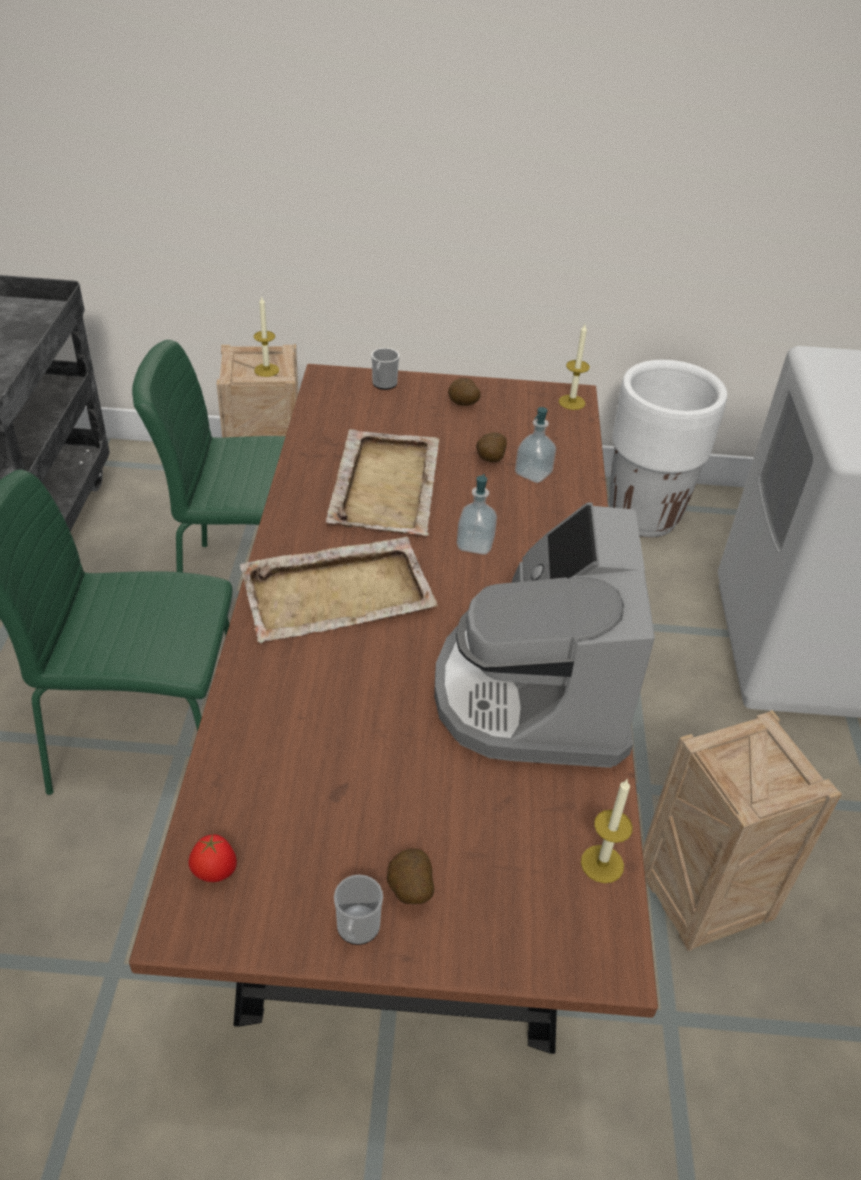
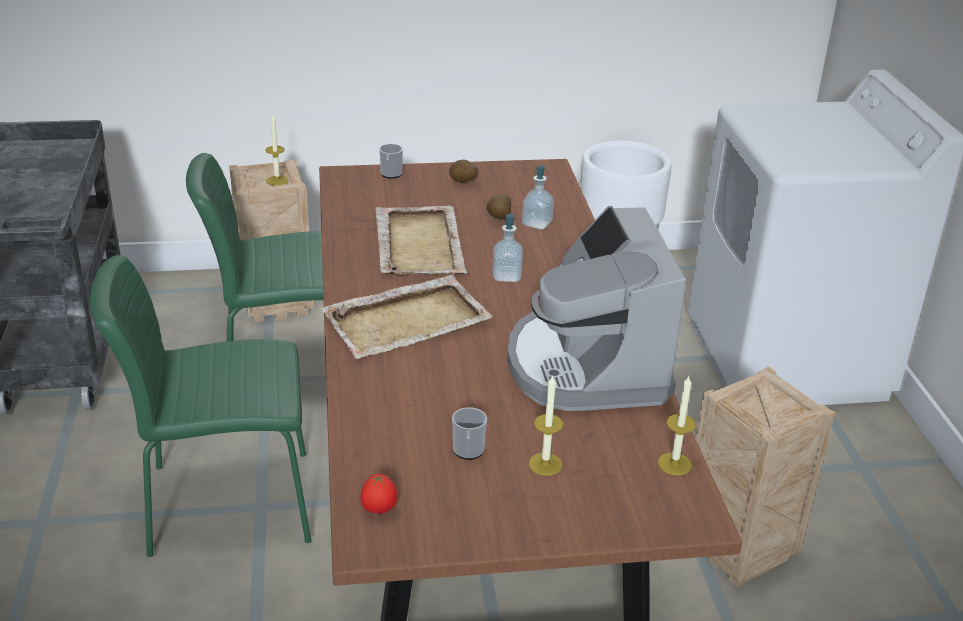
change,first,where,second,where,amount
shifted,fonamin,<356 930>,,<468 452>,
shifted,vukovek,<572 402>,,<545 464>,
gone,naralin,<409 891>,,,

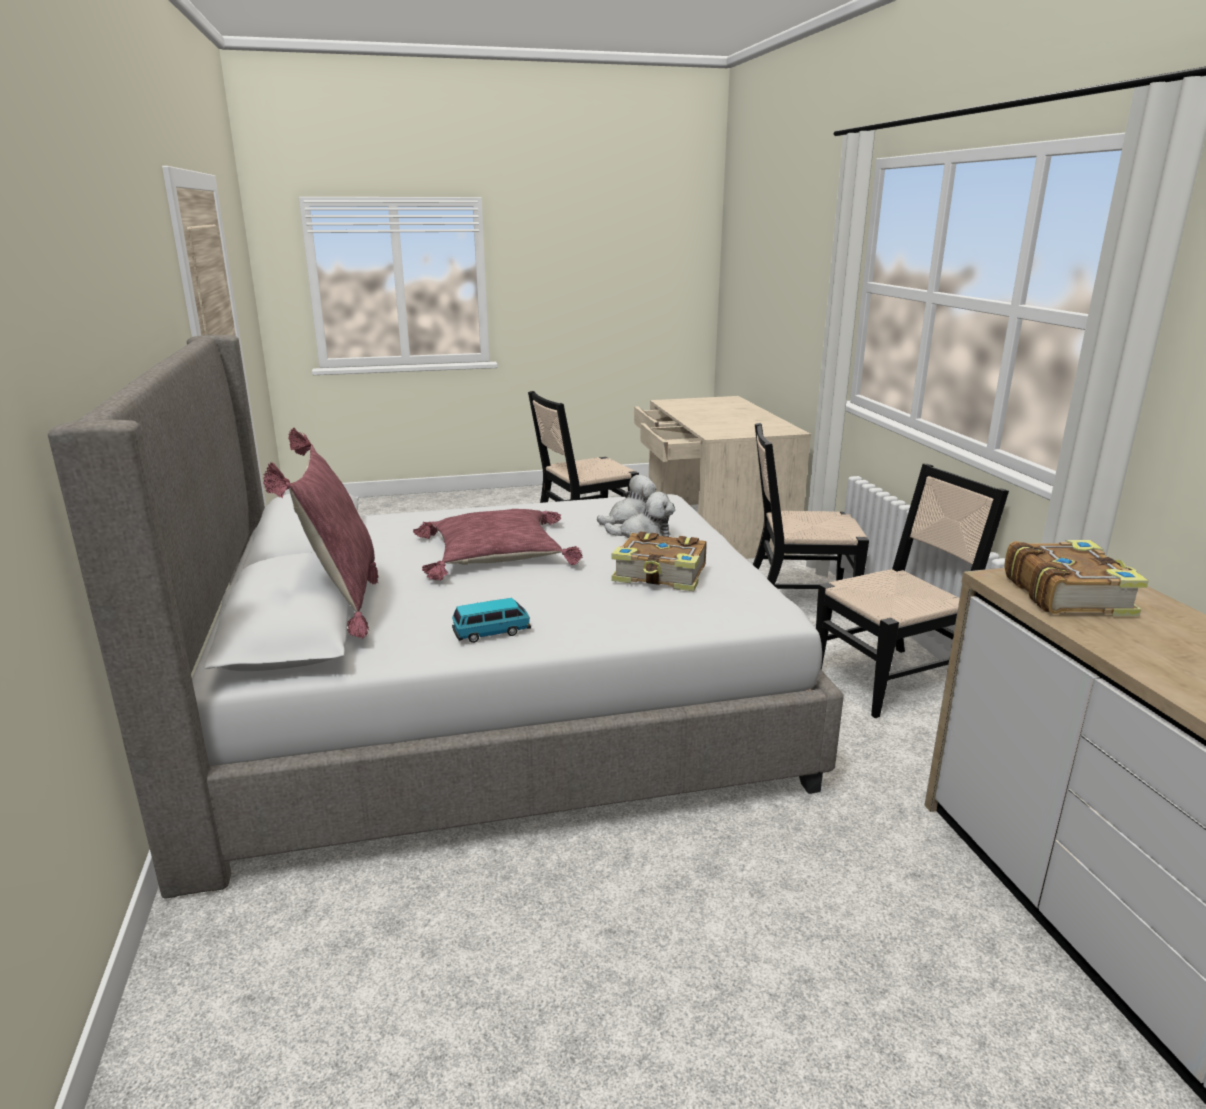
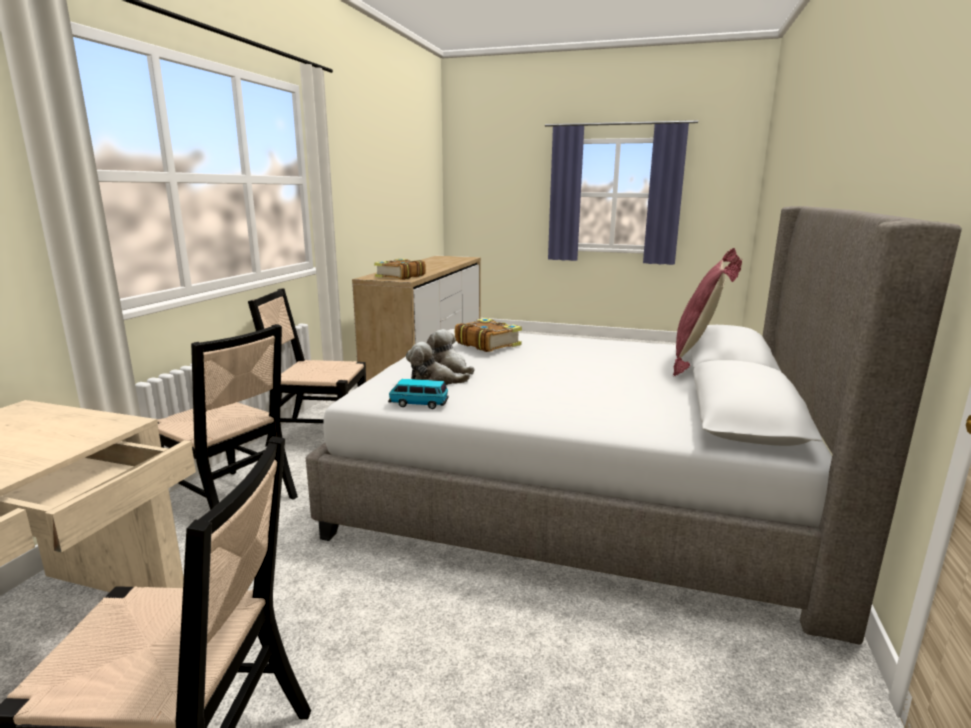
change,first,where,second,where,amount
shifted,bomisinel,<492 633>,,<418 404>,
gone,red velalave,<497 551>,,,

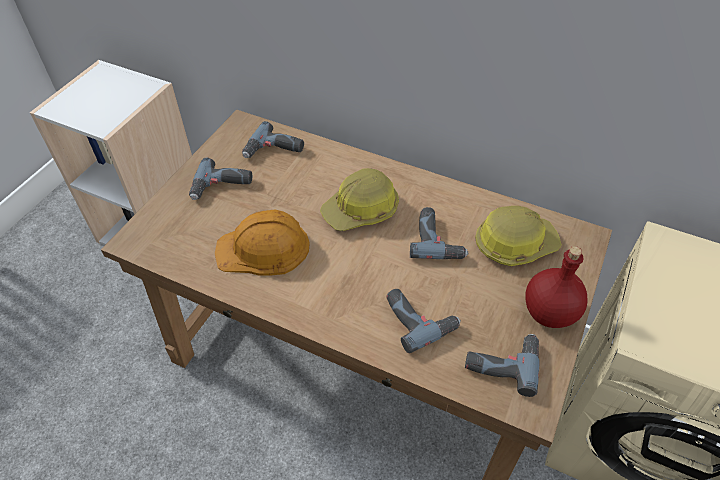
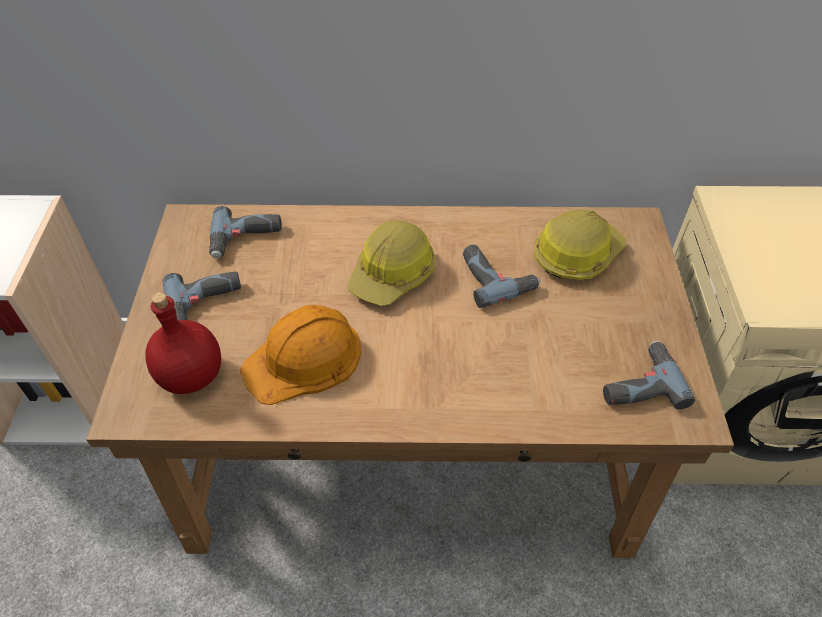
change,first,where,second,where,amount
shifted,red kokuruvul,<548 313>,,<190 376>,
gone,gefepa,<419 318>,,,

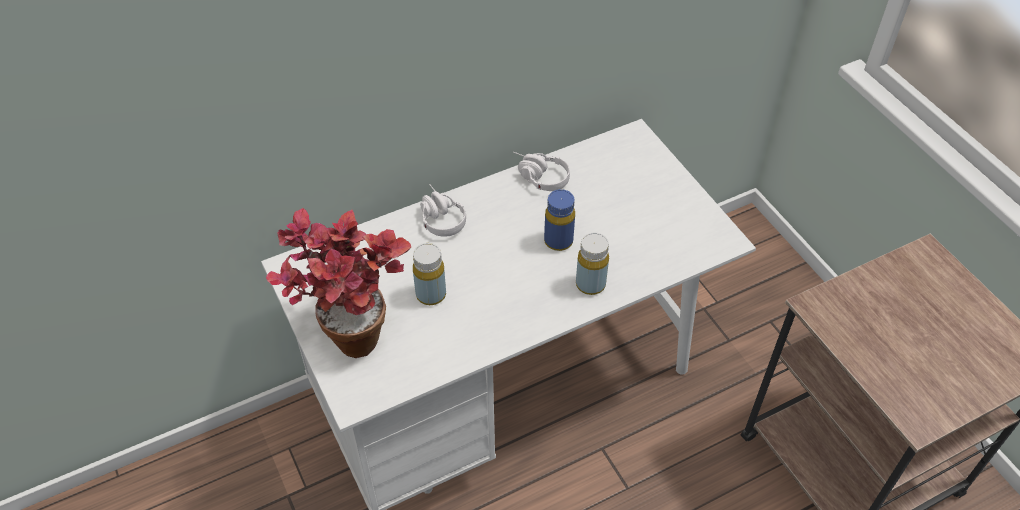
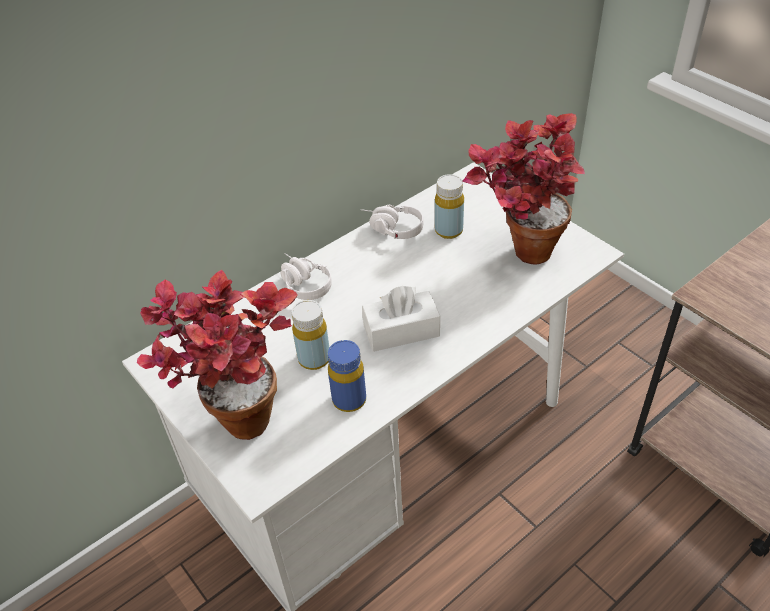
change,first,where,second,where,amount
shifted,blue kokuruvul,<558 241>,,<349 400>,
new,,,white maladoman,<401 331>,
shifted,yellow kokuruvul,<590 284>,,<448 230>,
new,,,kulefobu,<517 251>,

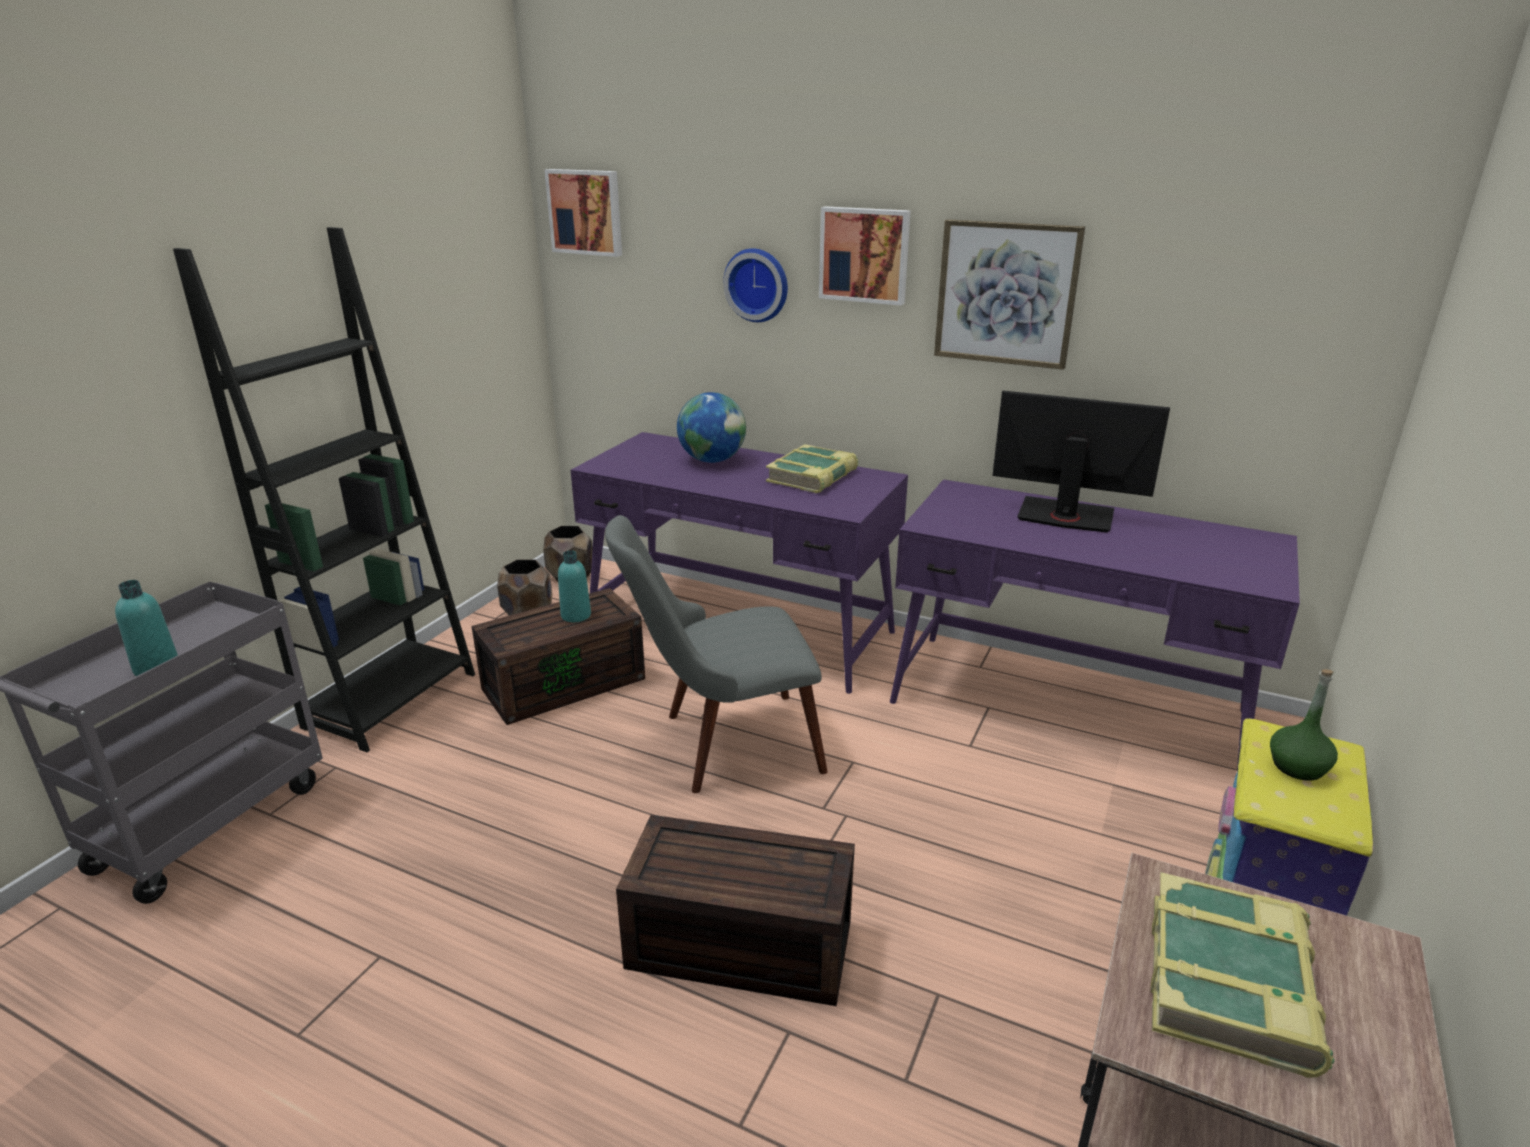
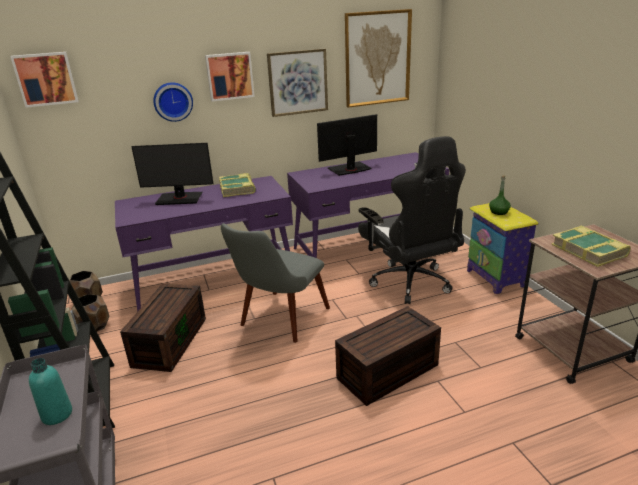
change,first,where,second,where,amount
swapped,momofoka,<712 460>,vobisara,<179 198>,
new,,,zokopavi,<377 58>,
new,,,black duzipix,<407 280>,
gone,turquoise kokuruvul,<576 615>,,,

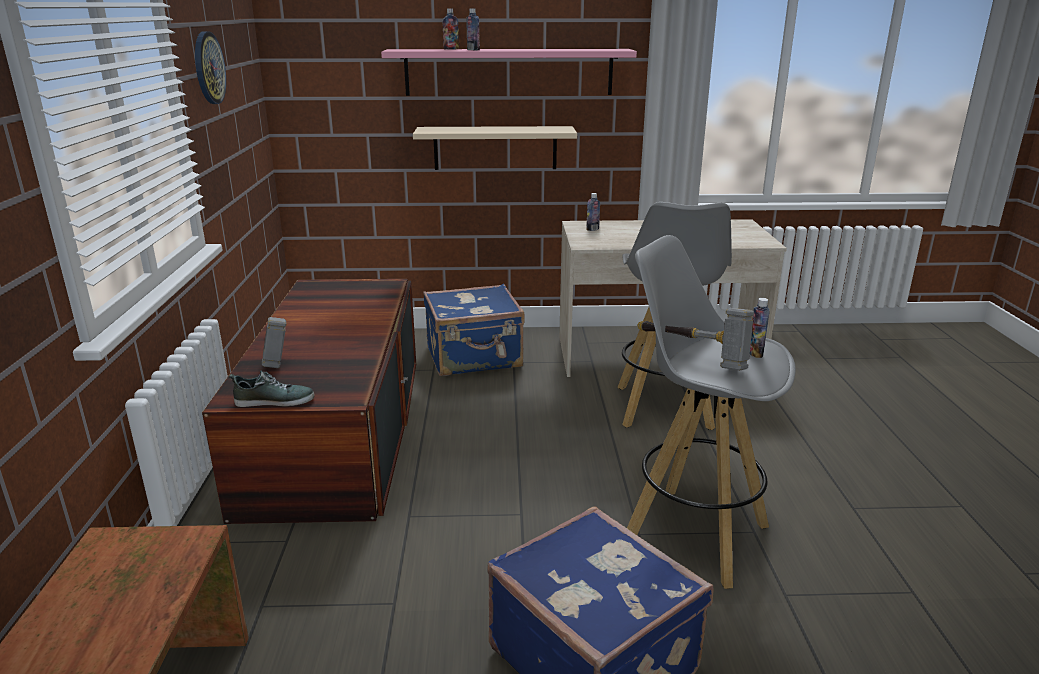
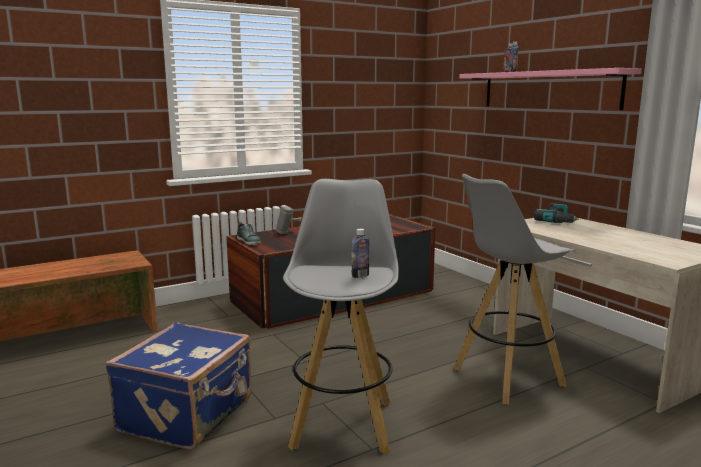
change,first,where,second,where,amount
swapped,kokuruvul,<592 229>,gefepa,<557 221>,
gone,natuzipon,<208 68>,,,
gone,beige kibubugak,<495 148>,,,
gone,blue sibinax,<474 358>,,,
gone,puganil,<693 356>,,,

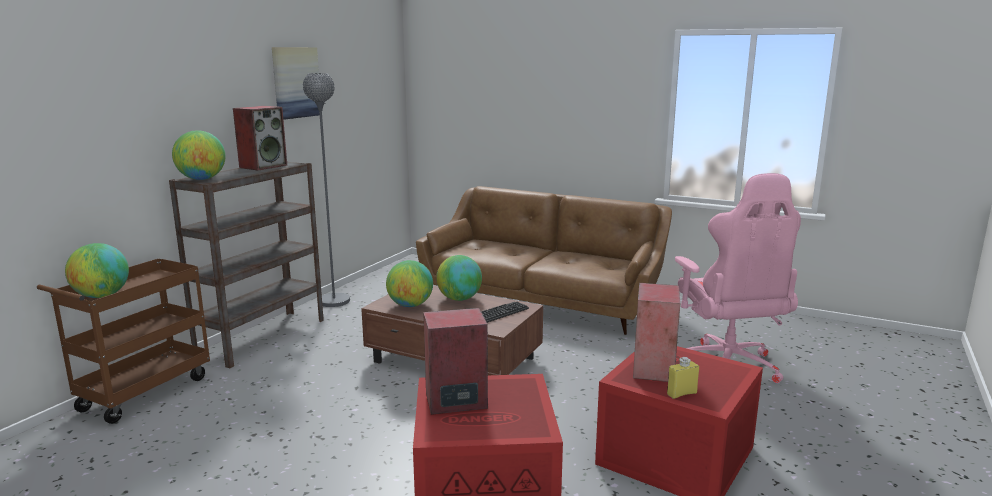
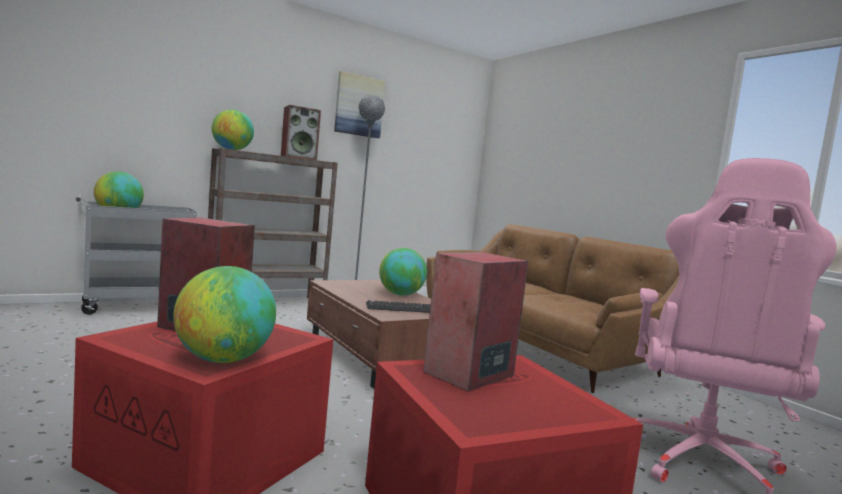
change,first,where,second,where,amount
repainted,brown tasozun,<142 395>,grey tasozun,<133 307>,
shifted,momofoka,<410 305>,,<223 360>,
gone,yellow kokuruvul,<681 394>,,,

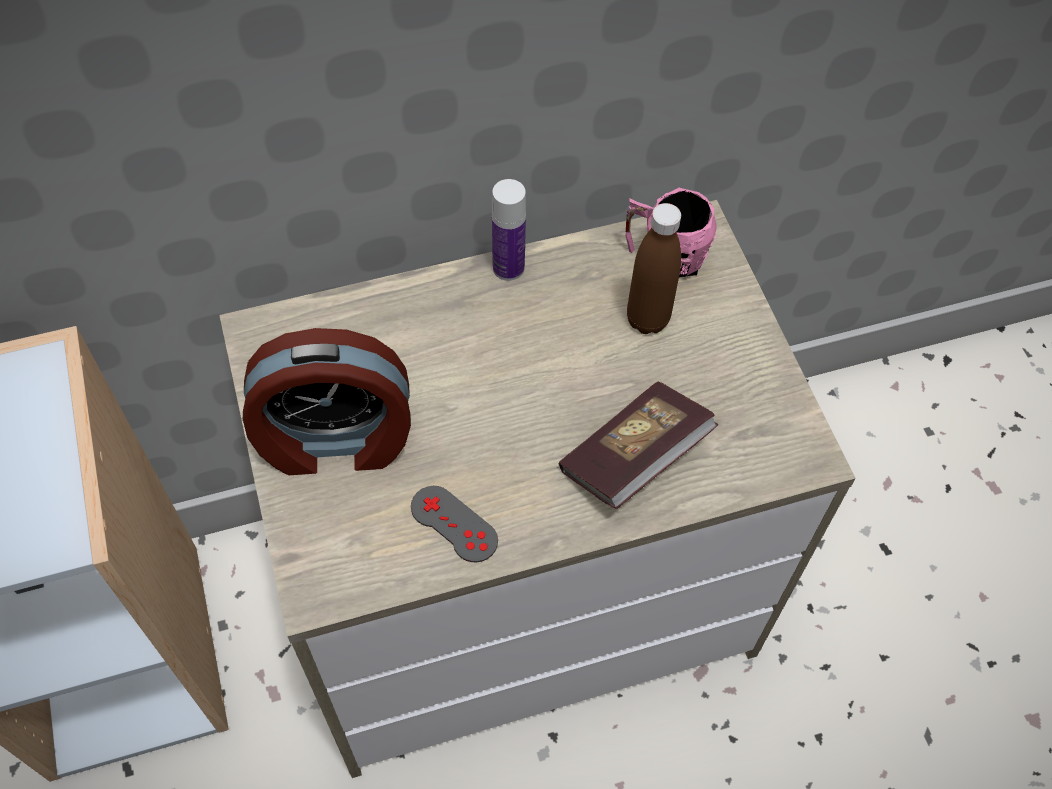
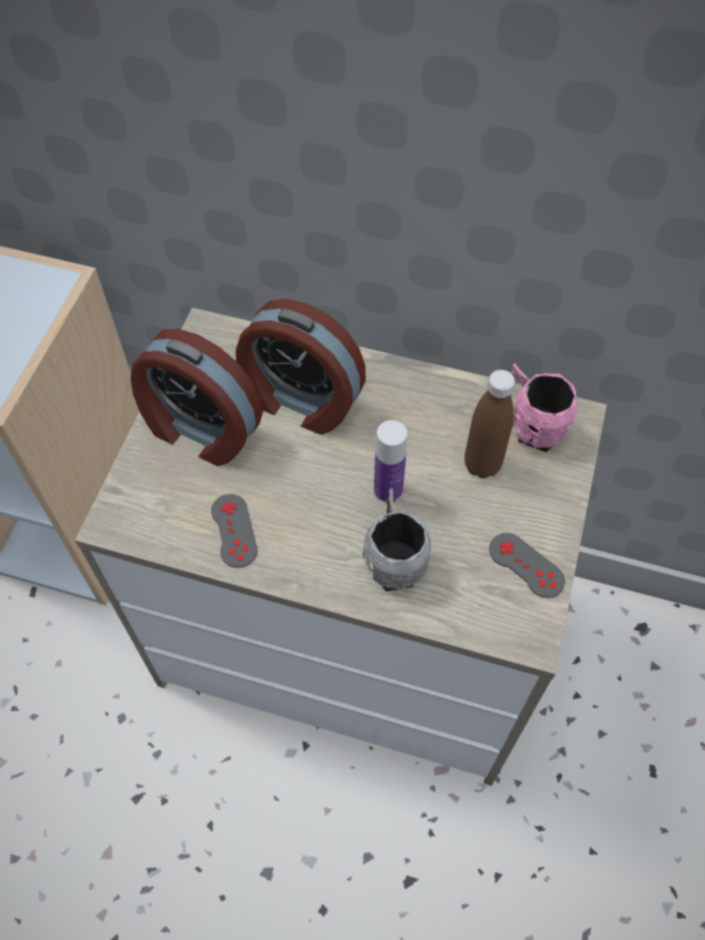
change,first,where,second,where,amount
new,,,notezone,<300 400>,
swapped,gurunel,<634 458>,grey fonamin,<394 559>,
shifted,kokuruvul,<508 268>,,<388 490>,
new,,,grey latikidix,<526 565>,

